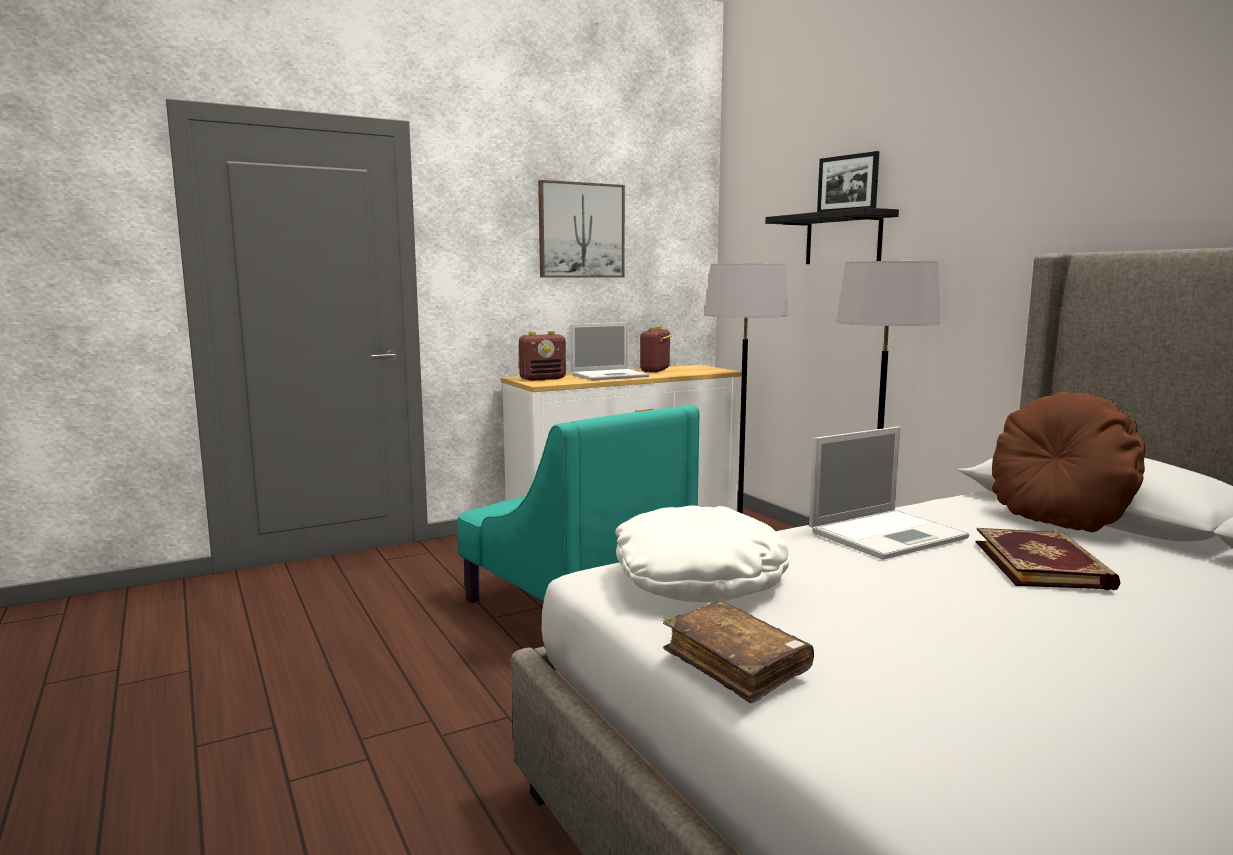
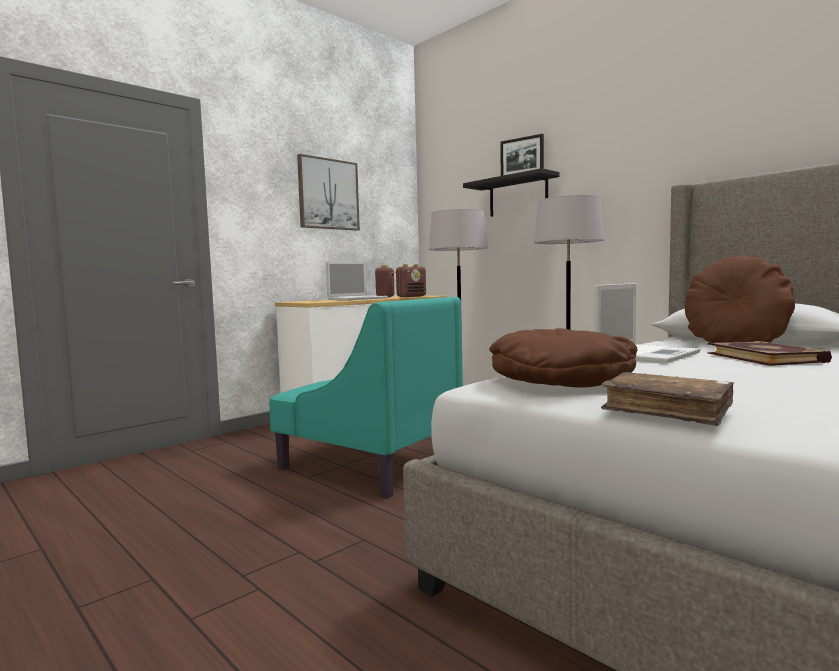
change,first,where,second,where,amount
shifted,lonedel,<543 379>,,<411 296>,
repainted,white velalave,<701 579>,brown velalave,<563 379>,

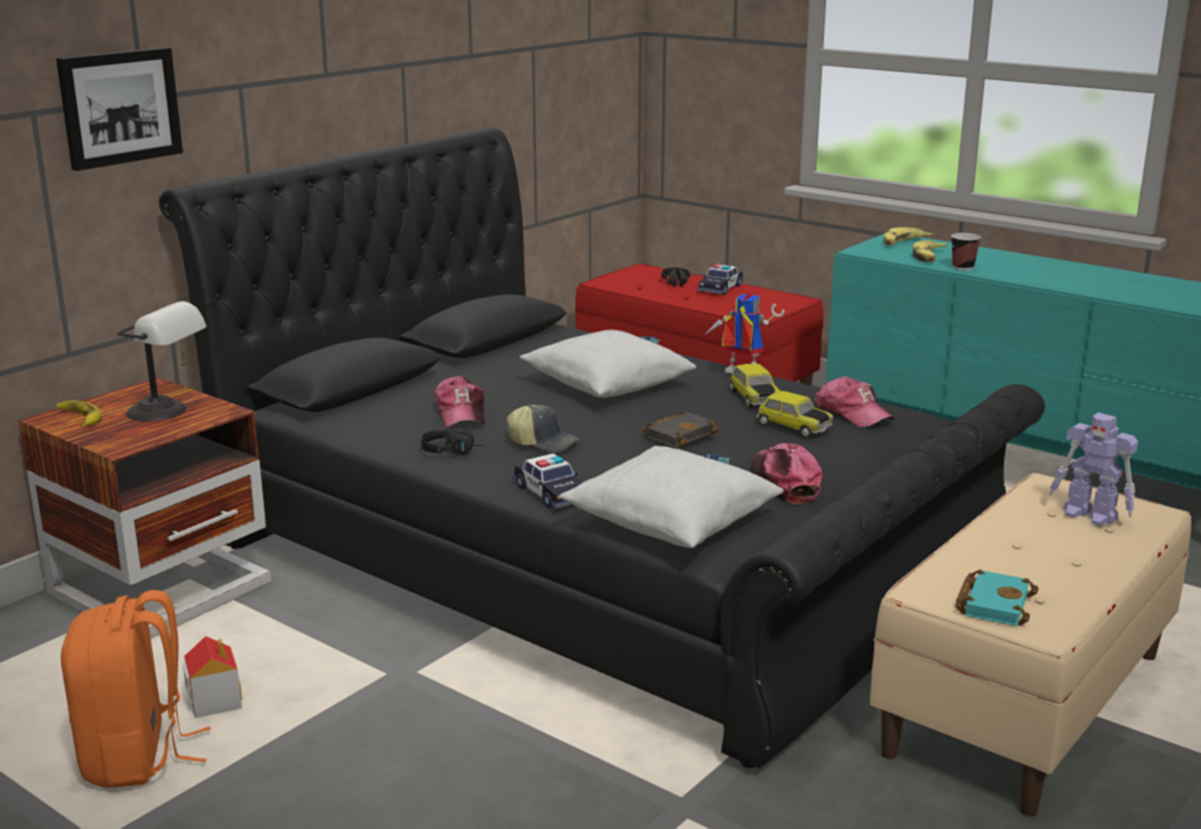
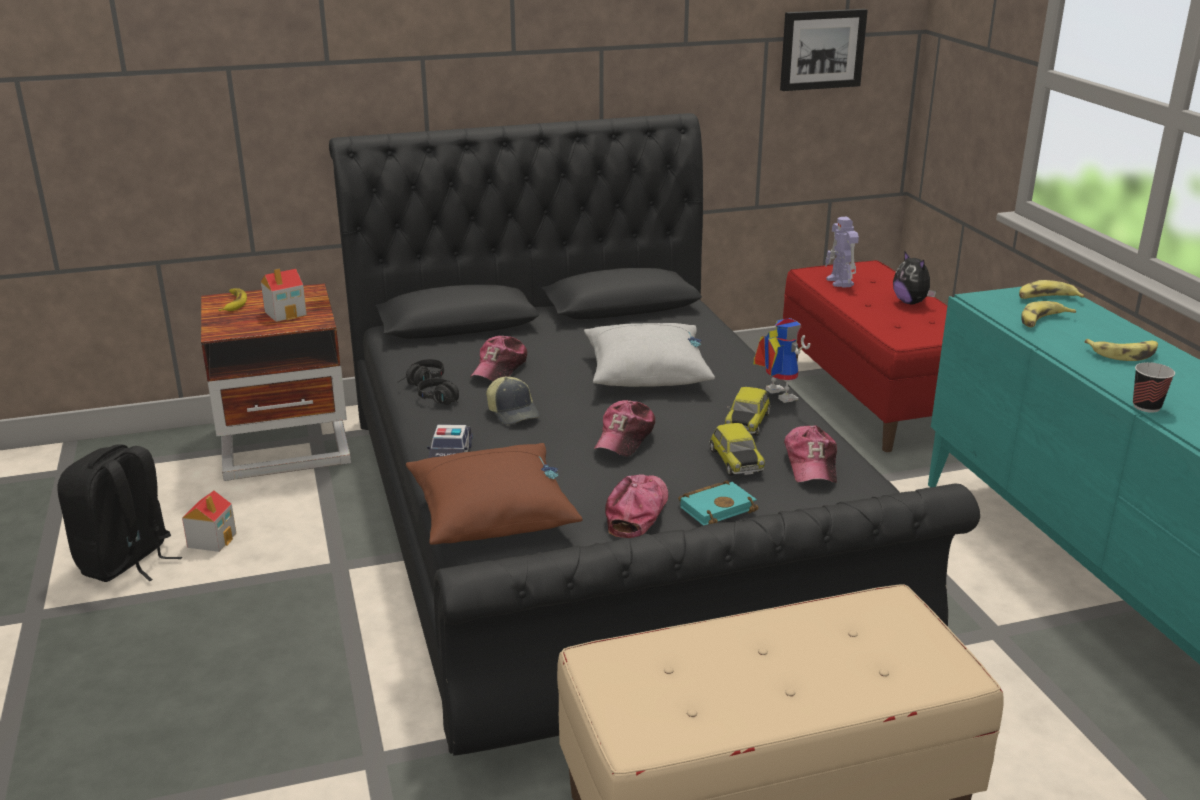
change,first,where,second,where,amount
repainted,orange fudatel,<137 757>,black fudatel,<127 561>,
swapped,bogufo,<168 412>,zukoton,<286 313>,
shifted,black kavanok,<676 284>,,<421 382>,
repainted,grey velalave,<672 523>,brown velalave,<492 516>,
swapped,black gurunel,<679 434>,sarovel,<625 438>,
shifted,turquoise gurunel,<993 603>,,<717 507>,
shifted,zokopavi,<119 107>,,<822 49>,
shifted,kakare,<1091 515>,,<840 282>,
swapped,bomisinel,<720 288>,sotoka,<911 302>,
new,,,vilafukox,<1124 354>,
shifted,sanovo,<962 267>,,<1146 406>,

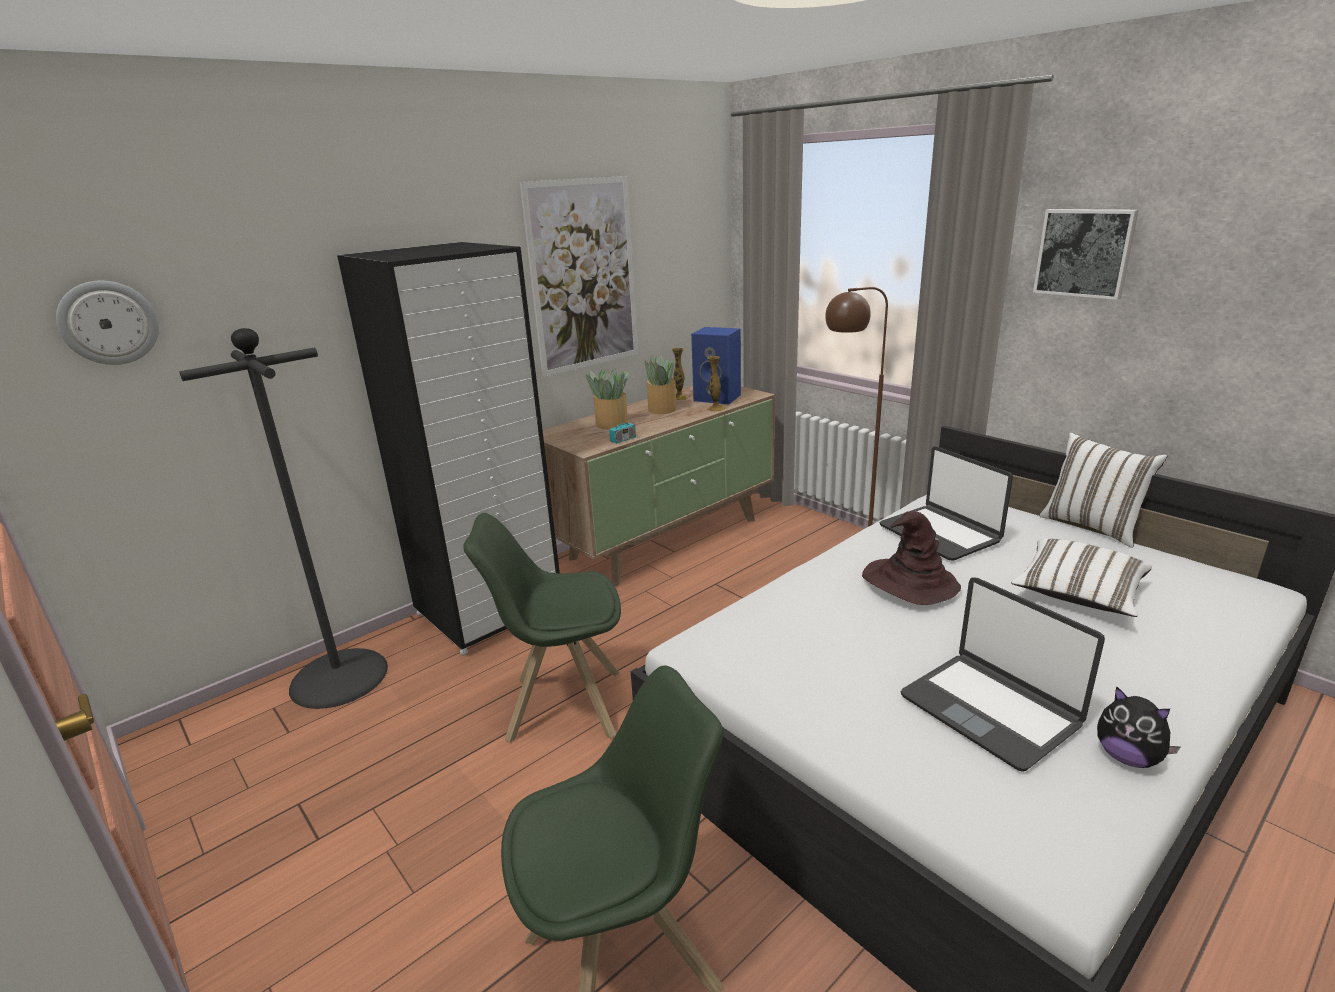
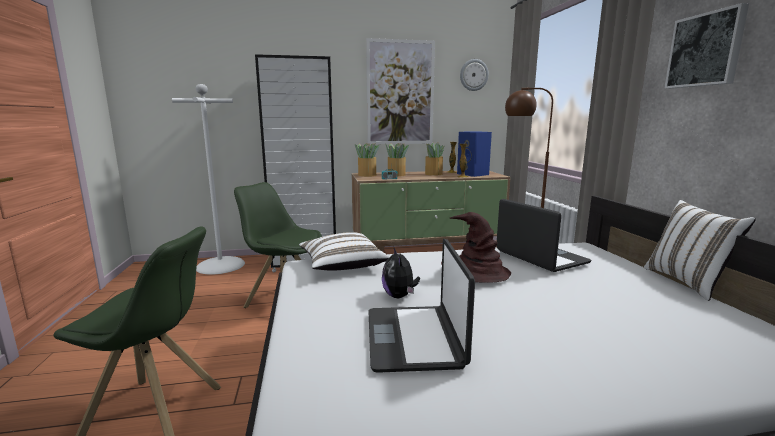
change,first,where,second,where,amount
repainted,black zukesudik,<339 677>,white zukesudik,<220 265>,
shifted,white velalave,<1078 594>,,<342 265>,
new,,,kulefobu,<367 175>,
shifted,sotoka,<1128 757>,,<399 296>,
shifted,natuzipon,<109 323>,,<473 75>,
rotated,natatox,<940 533>,,<540 257>,150 degrees clockwise

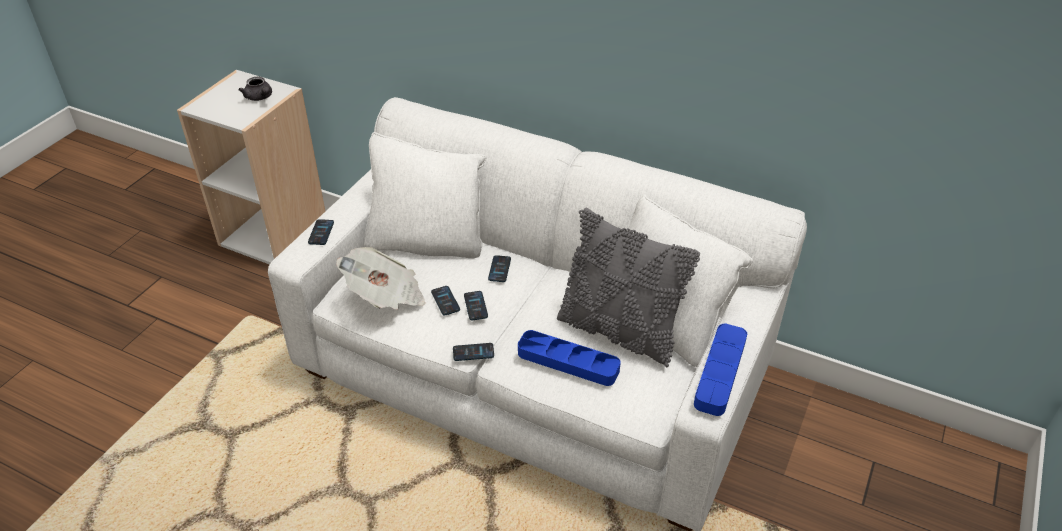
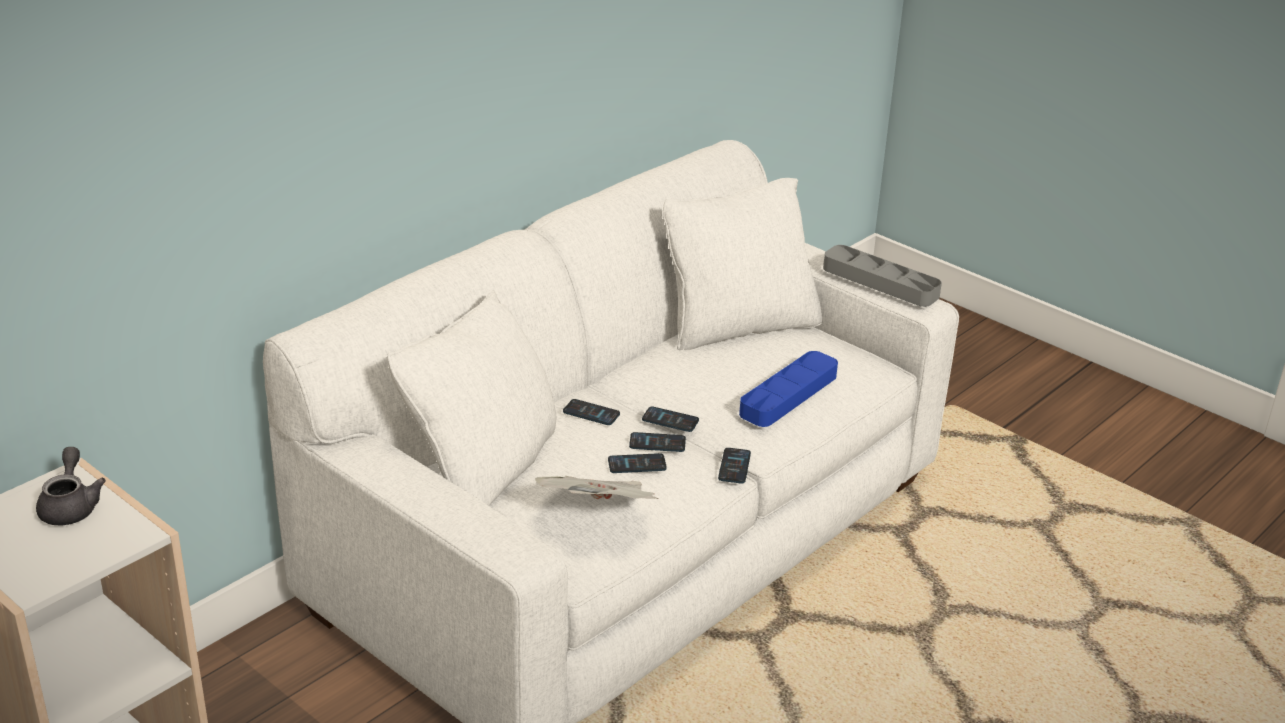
change,first,where,second,where,amount
rotated,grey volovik,<260 97>,,<71 506>,75 degrees counterclockwise
shifted,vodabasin,<321 232>,,<670 420>,
repainted,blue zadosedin,<720 372>,grey zadosedin,<880 282>,
gone,grey velalave,<619 332>,,,

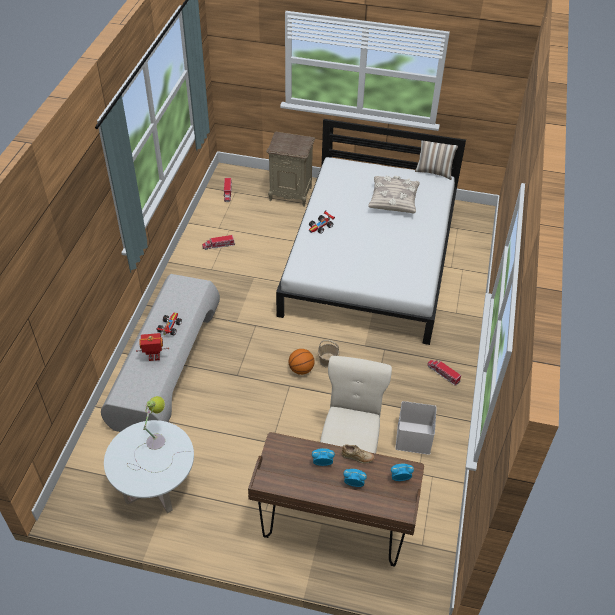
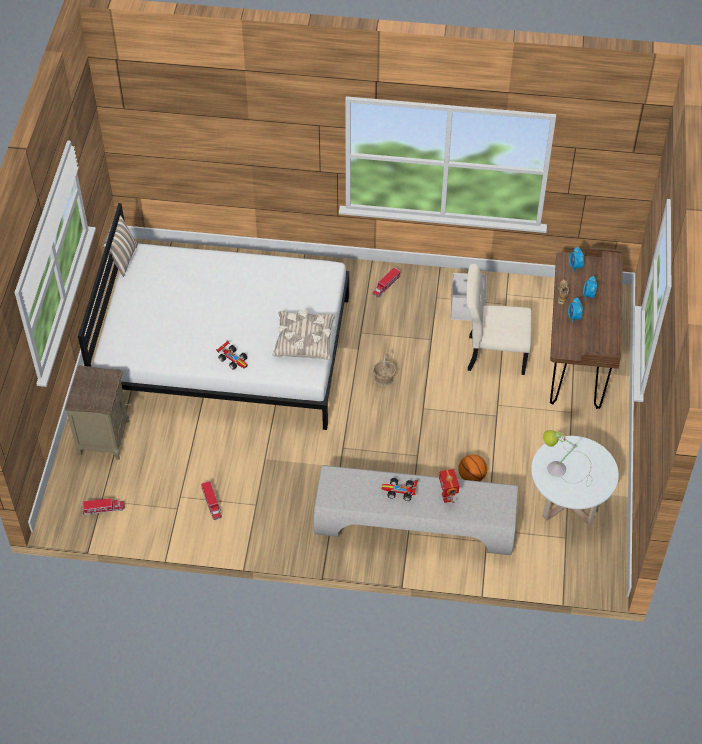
change,first,where,second,where,amount
shifted,beige velalave,<393 202>,,<304 343>,
shifted,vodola,<301 369>,,<471 476>,

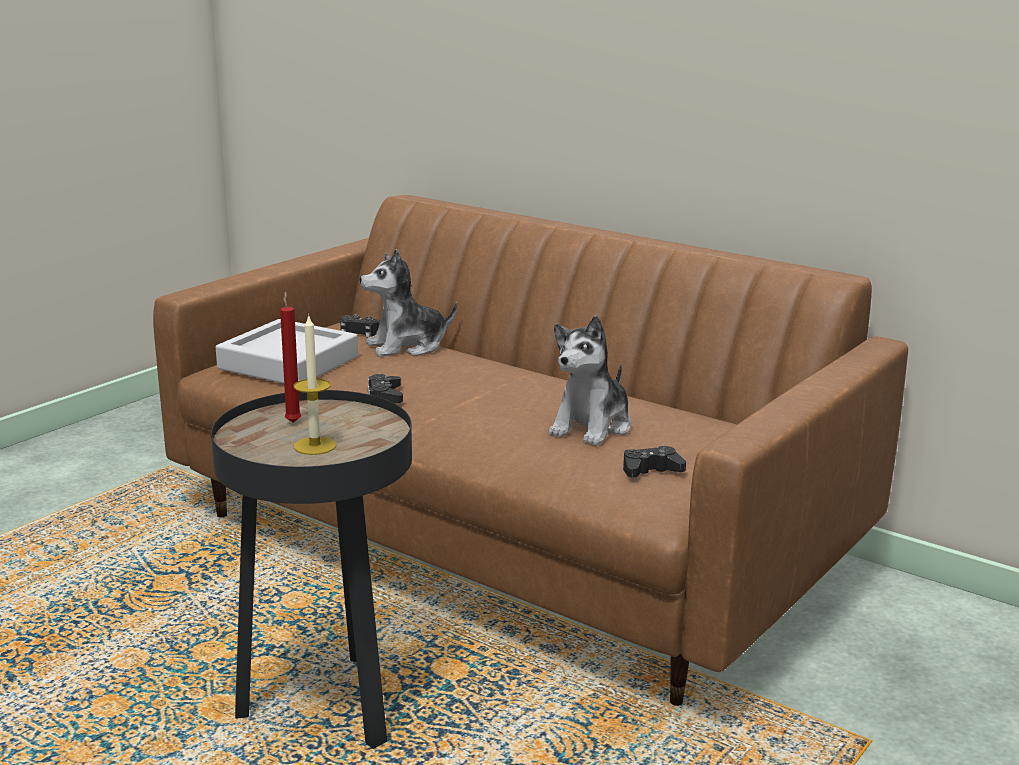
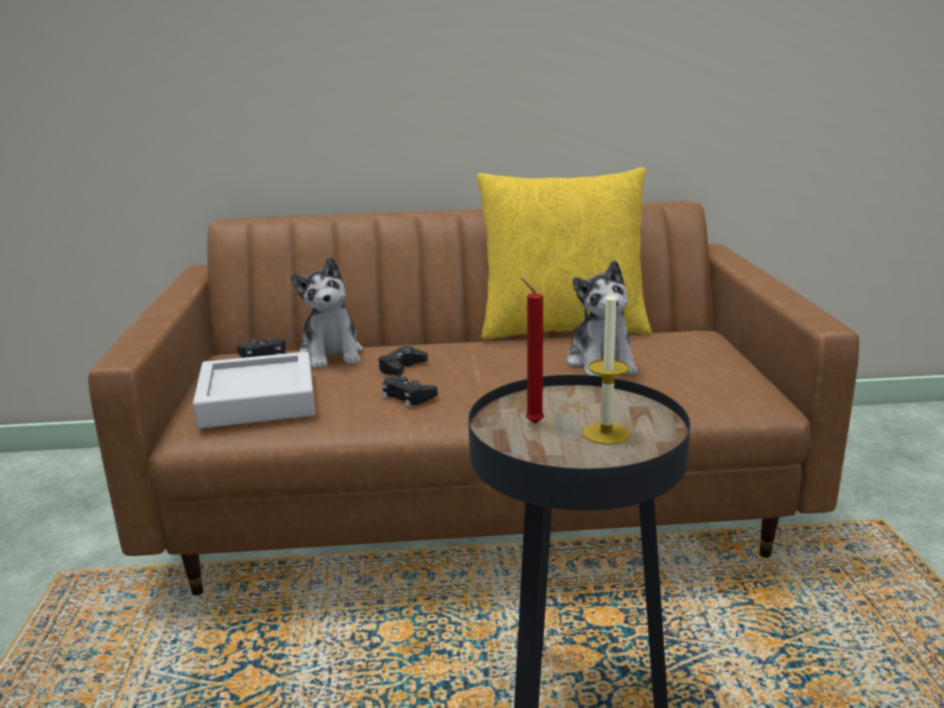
change,first,where,second,where,amount
rotated,sotoka,<407 347>,,<332 354>,45 degrees counterclockwise
shifted,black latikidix,<651 470>,,<402 367>,
new,,,yellow velalave,<562 328>,

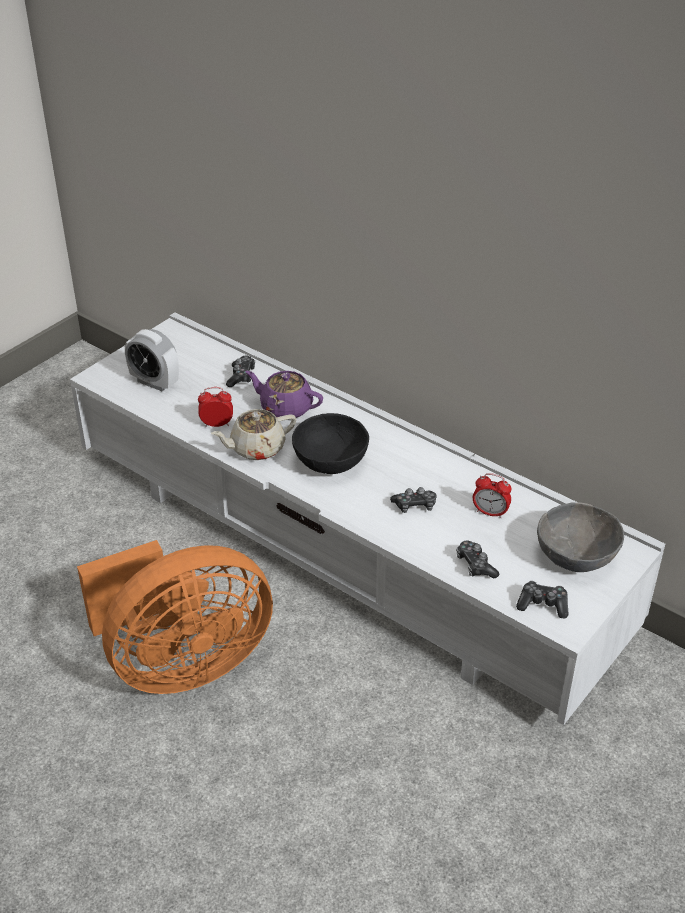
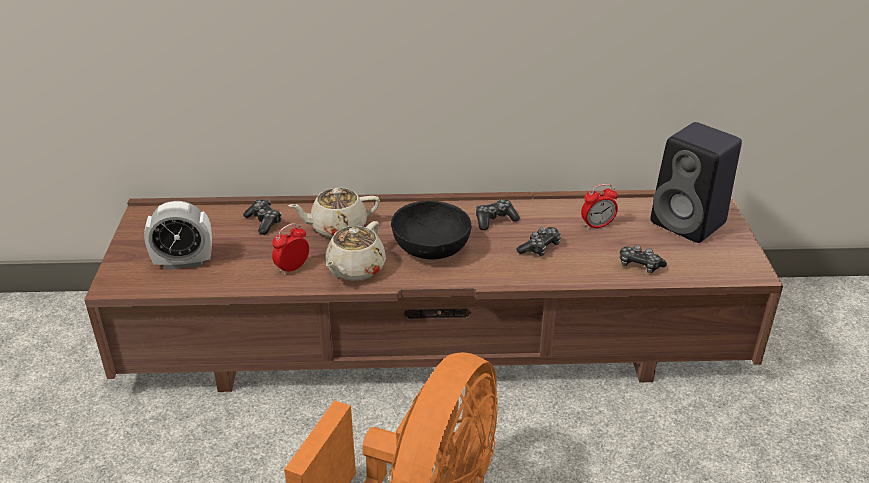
change,first,where,second,where,amount
repainted,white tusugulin,<344 544>,brown tusugulin,<434 336>,
repainted,purple volovik,<285 408>,beige volovik,<337 228>,
shifted,latikidix,<543 604>,,<495 220>,
swapped,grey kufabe,<577 555>,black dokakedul,<690 224>,

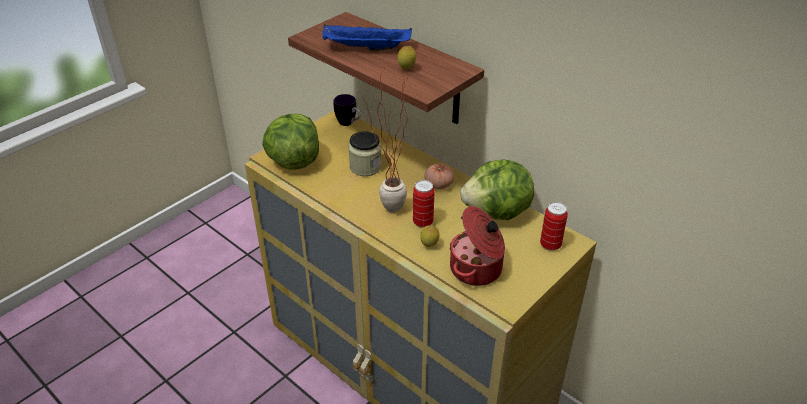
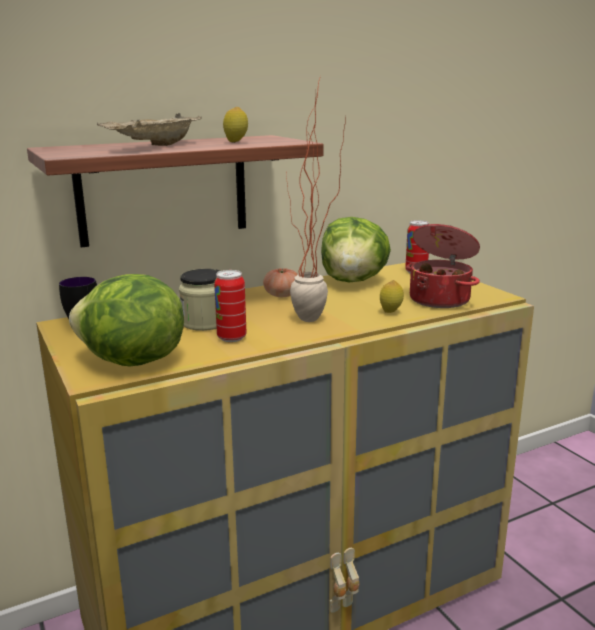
change,first,where,second,where,amount
repainted,blue zadosedin,<365 49>,beige zadosedin,<156 146>,
shifted,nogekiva,<423 222>,,<231 338>,

